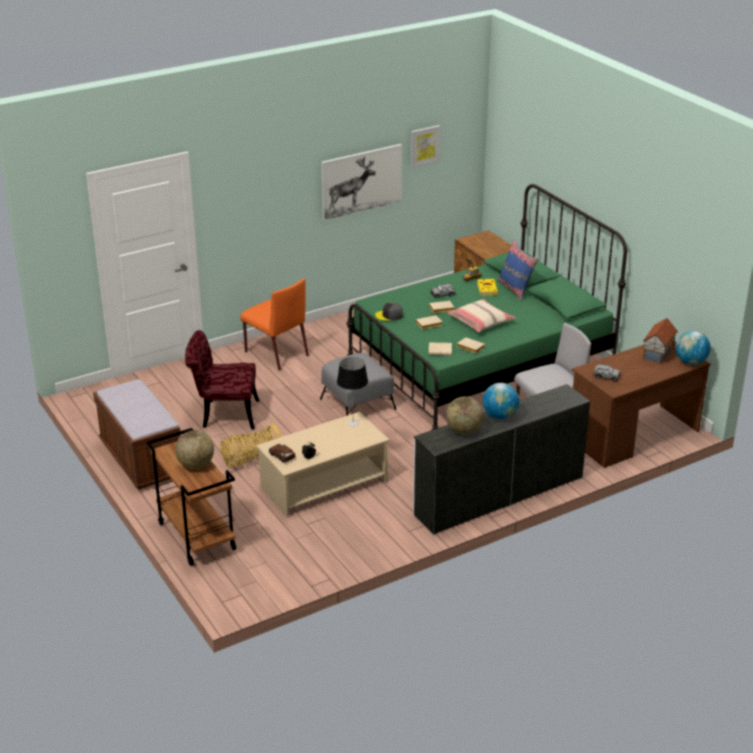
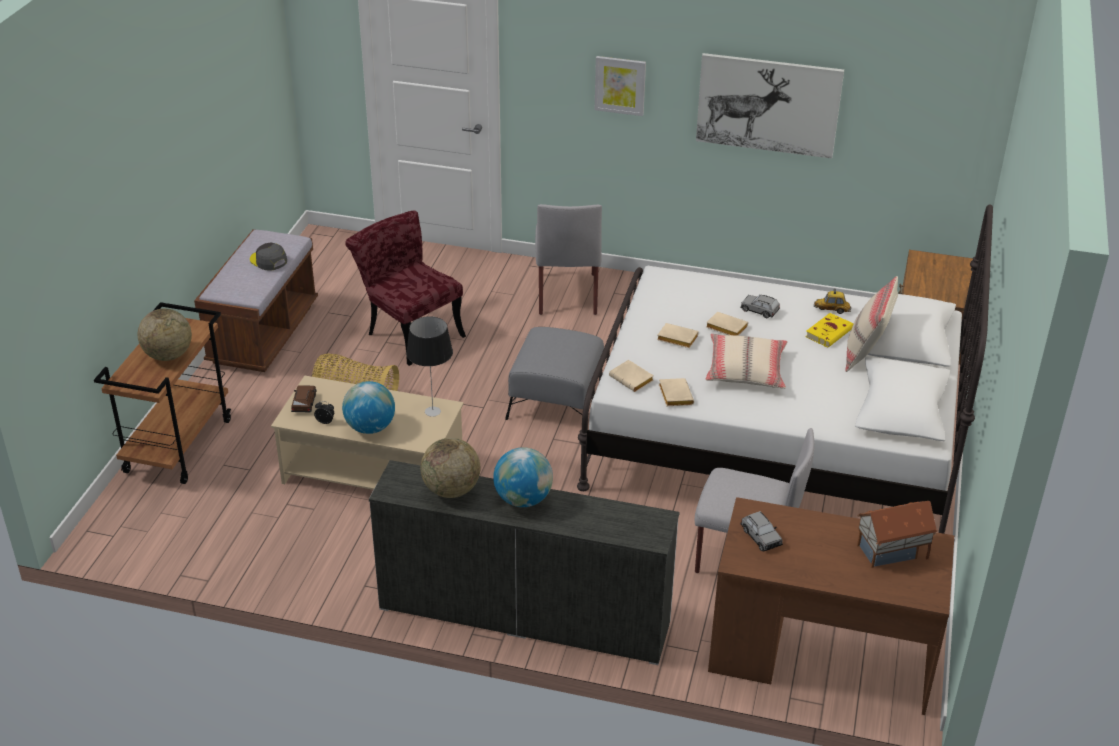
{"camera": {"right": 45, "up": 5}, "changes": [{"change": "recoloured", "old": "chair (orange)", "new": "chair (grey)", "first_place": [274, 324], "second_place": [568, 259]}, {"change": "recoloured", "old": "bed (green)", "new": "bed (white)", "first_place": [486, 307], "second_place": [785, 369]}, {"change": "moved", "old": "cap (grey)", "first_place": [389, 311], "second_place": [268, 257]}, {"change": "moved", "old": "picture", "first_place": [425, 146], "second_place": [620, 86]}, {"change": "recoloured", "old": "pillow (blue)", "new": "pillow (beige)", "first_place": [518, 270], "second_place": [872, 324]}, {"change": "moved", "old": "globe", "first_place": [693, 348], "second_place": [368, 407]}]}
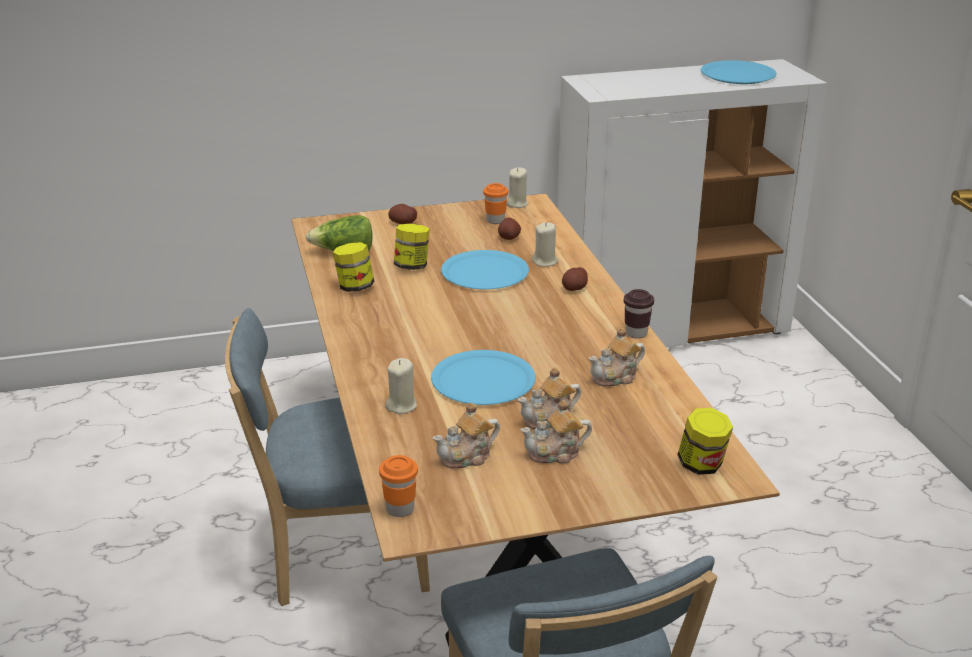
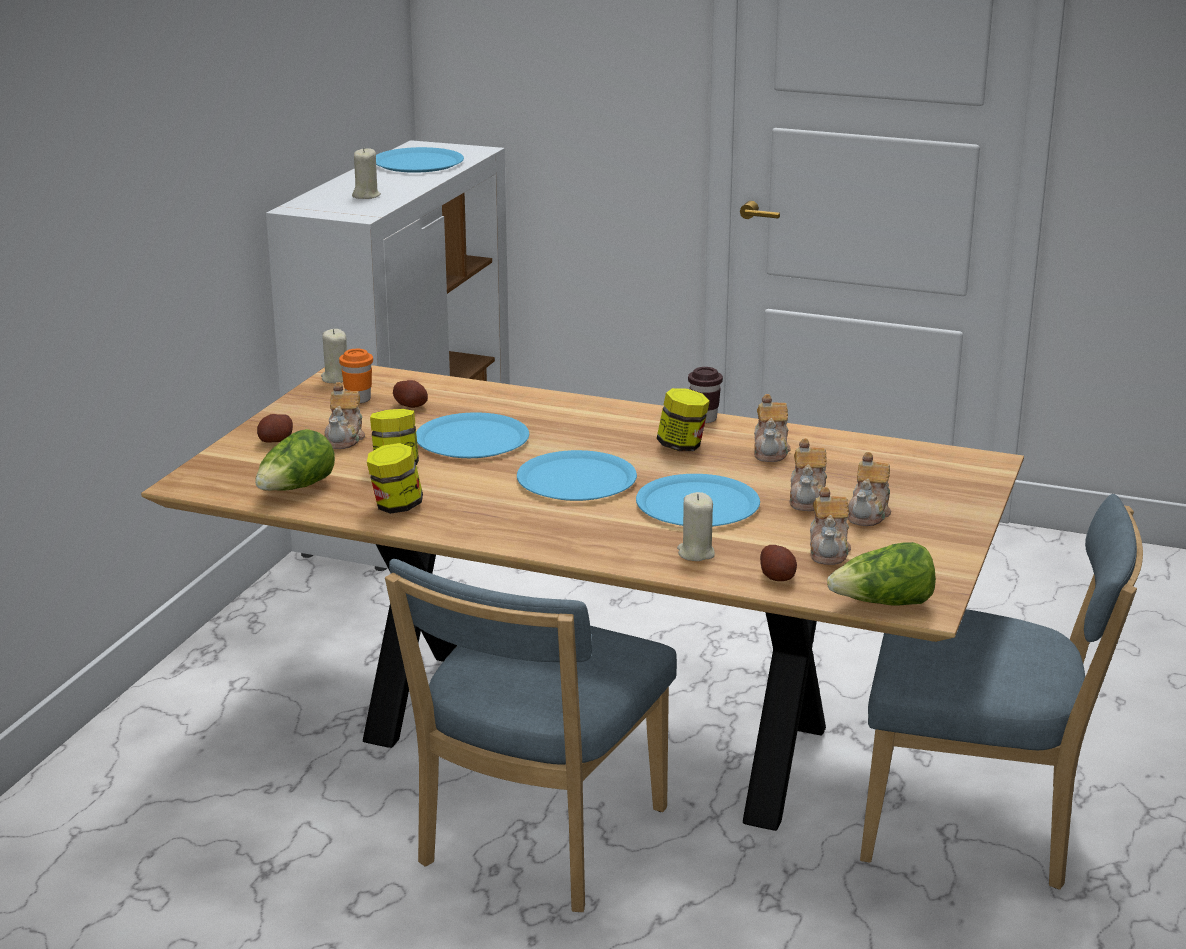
{"camera": {"right": -55, "up": -5}, "changes": [{"change": "replaced", "old": "cup (orange)", "new": "lettuce", "first_place": [398, 486], "second_place": [881, 573]}, {"change": "moved", "old": "candle (beige)", "first_place": [545, 244], "second_place": [366, 173]}, {"change": "moved", "old": "potato", "first_place": [575, 279], "second_place": [778, 563]}, {"change": "moved", "old": "jar", "first_place": [705, 441], "second_place": [683, 419]}, {"change": "added", "new": "teapot", "second_place": [344, 415]}, {"change": "added", "new": "plate (blue)", "second_place": [577, 475]}]}
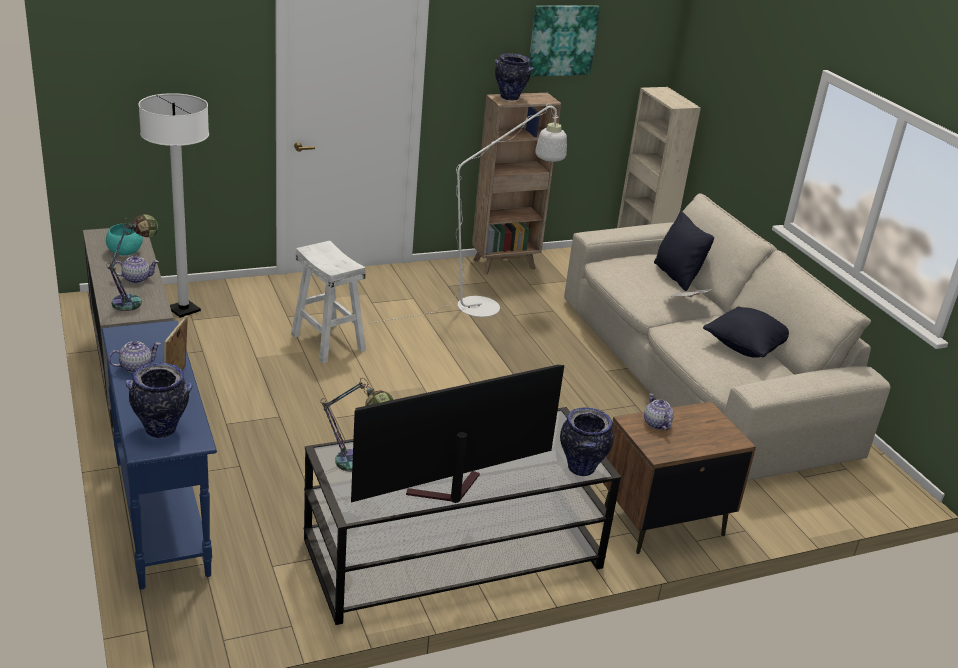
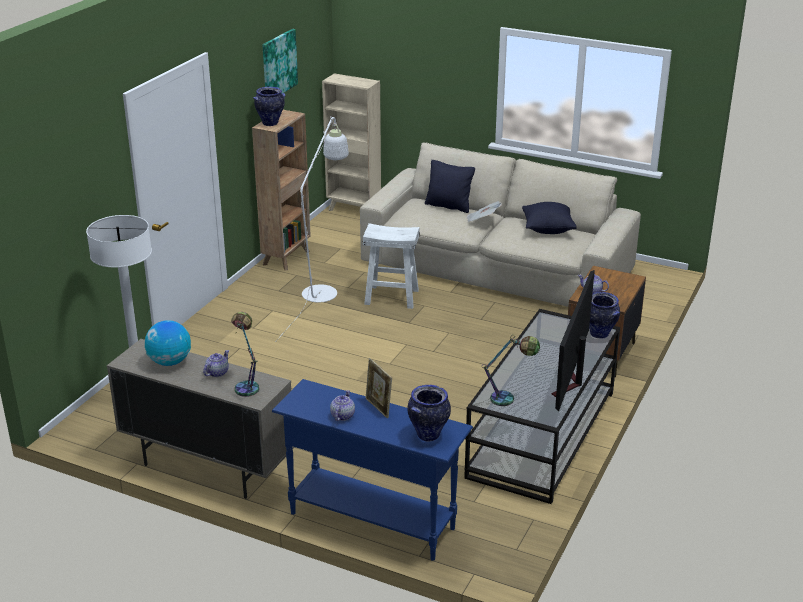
{"camera": {"right": -40, "up": 0}, "changes": [{"change": "replaced", "old": "bowl (turquoise)", "new": "globe", "first_place": [124, 239], "second_place": [168, 343]}, {"change": "moved", "old": "stool (white)", "first_place": [328, 302], "second_place": [391, 266]}]}
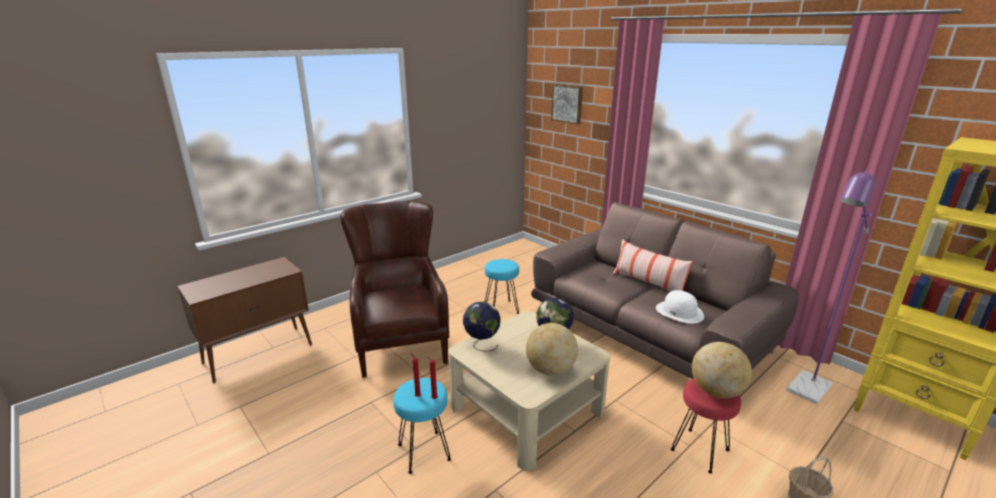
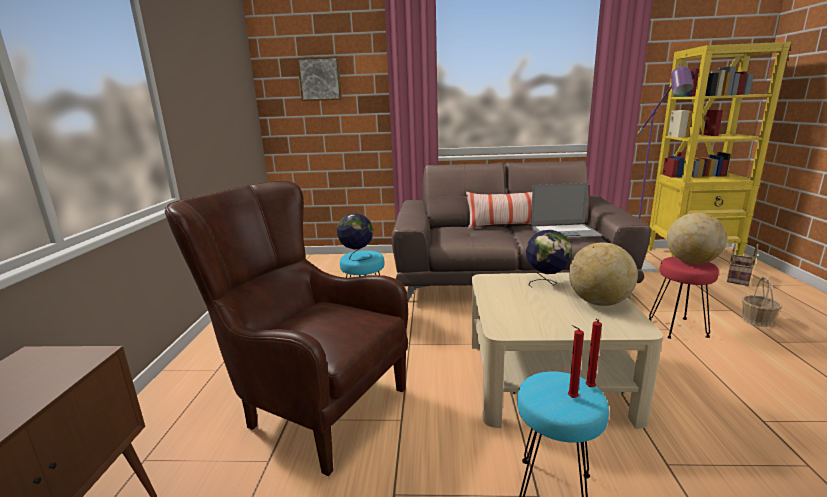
{"camera": {"right": -45, "up": -5}, "changes": [{"change": "moved", "old": "globe", "first_place": [482, 326], "second_place": [355, 237]}, {"change": "replaced", "old": "hat (white)", "new": "laptop", "first_place": [680, 306], "second_place": [566, 210]}, {"change": "added", "new": "basket", "second_place": [743, 263]}]}
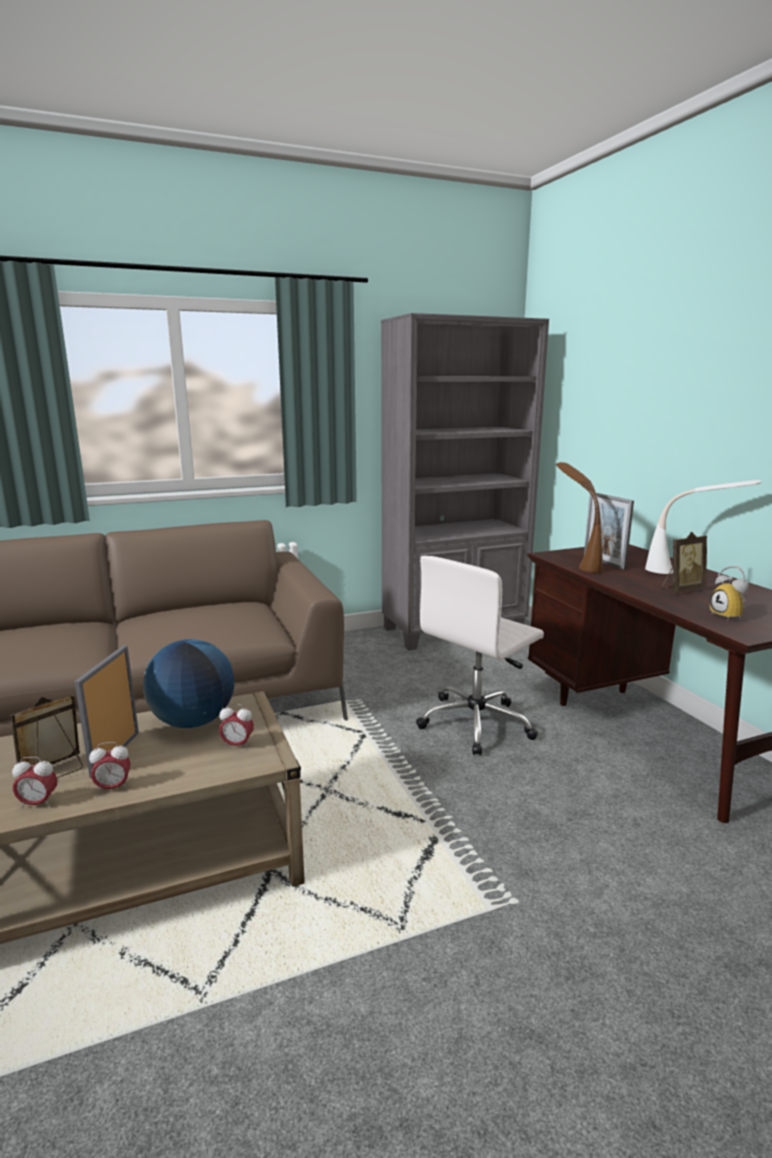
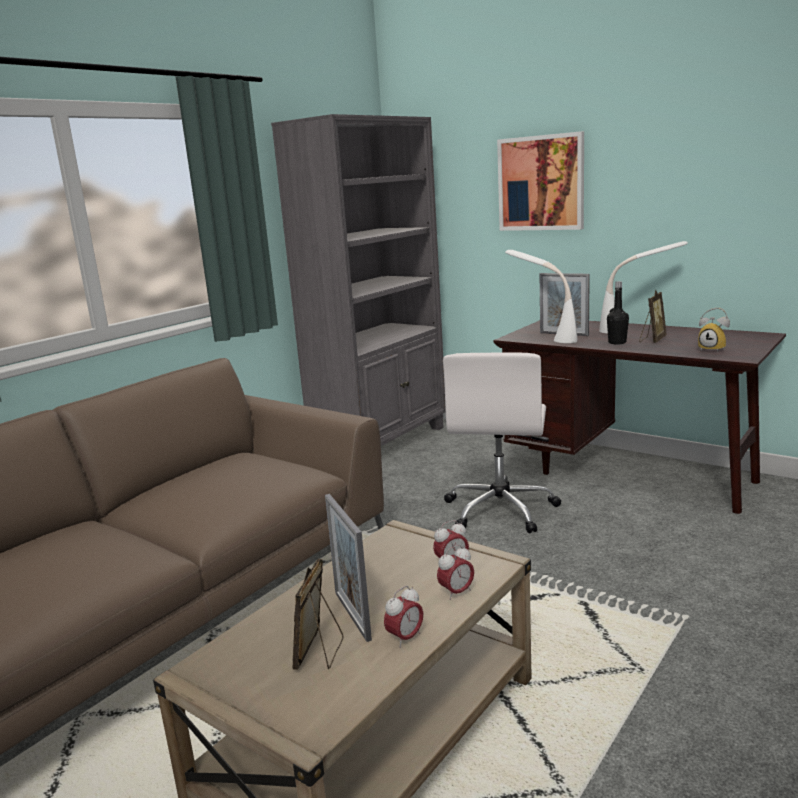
{"camera": {"right": -30, "up": 0}, "changes": [{"change": "moved", "old": "alarm clock", "first_place": [34, 782], "second_place": [455, 572]}, {"change": "removed", "old": "globe", "first_place": [188, 683]}, {"change": "recoloured", "old": "table lamp (brown)", "new": "table lamp (white)", "first_place": [579, 517], "second_place": [541, 296]}, {"change": "added", "new": "picture", "second_place": [540, 181]}, {"change": "added", "new": "bottle (black)", "second_place": [618, 312]}]}
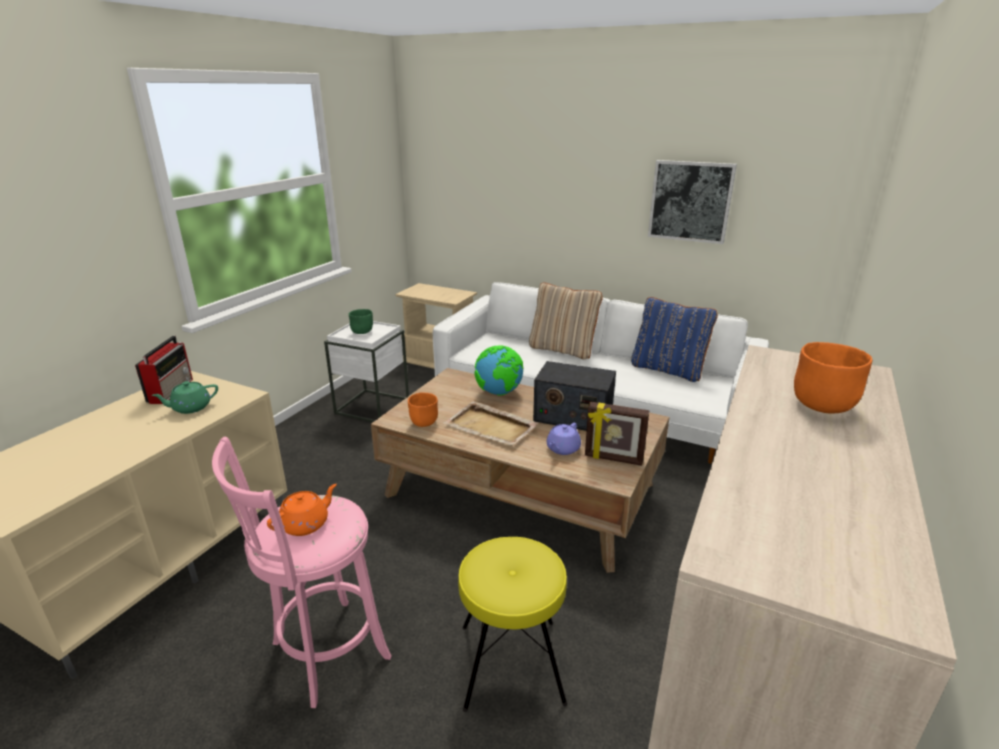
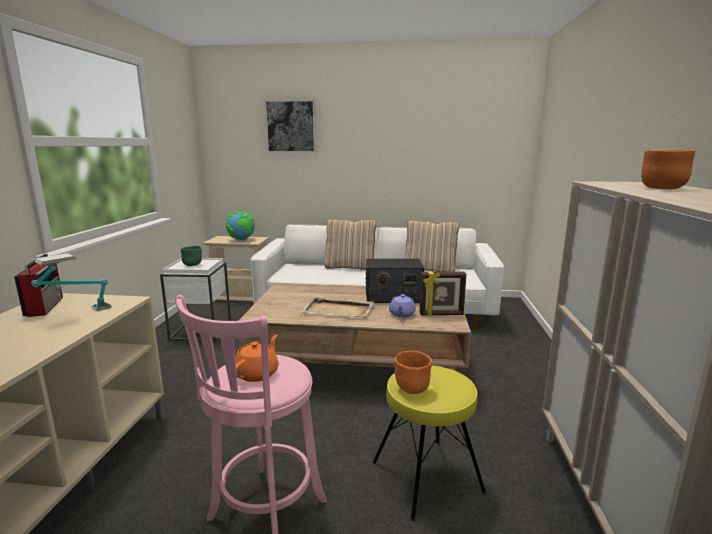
{"camera": {"right": -20, "up": -10}, "changes": [{"change": "replaced", "old": "teapot (green)", "new": "table lamp", "first_place": [184, 397], "second_place": [71, 282]}, {"change": "moved", "old": "bowl (orange)", "first_place": [423, 410], "second_place": [413, 372]}, {"change": "moved", "old": "globe", "first_place": [499, 370], "second_place": [240, 225]}, {"change": "recoloured", "old": "pillow (blue)", "new": "pillow (beige)", "first_place": [674, 339], "second_place": [432, 246]}, {"change": "moved", "old": "picture", "first_place": [692, 202], "second_place": [290, 126]}]}
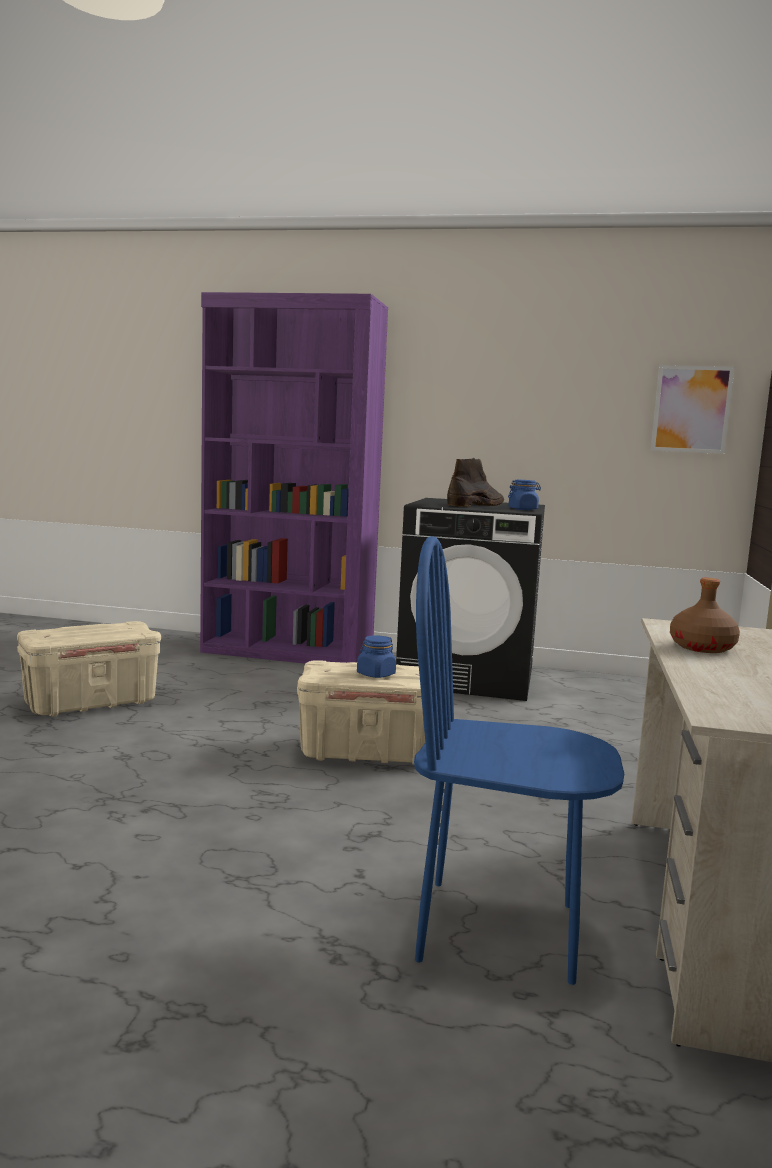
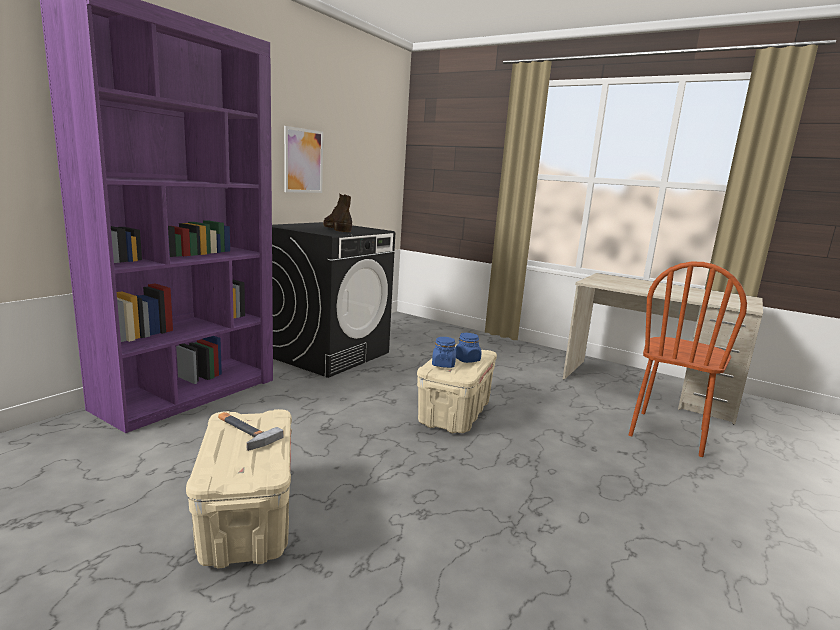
{"camera": {"right": -70, "up": 5}, "changes": [{"change": "recoloured", "old": "chair (blue)", "new": "chair (brown)", "first_place": [519, 760], "second_place": [688, 359]}, {"change": "moved", "old": "jar (blue)", "first_place": [524, 495], "second_place": [444, 352]}, {"change": "moved", "old": "picture", "first_place": [693, 409], "second_place": [303, 159]}, {"change": "removed", "old": "bottle (brown)", "first_place": [705, 615]}, {"change": "added", "new": "hammer", "second_place": [250, 431]}]}
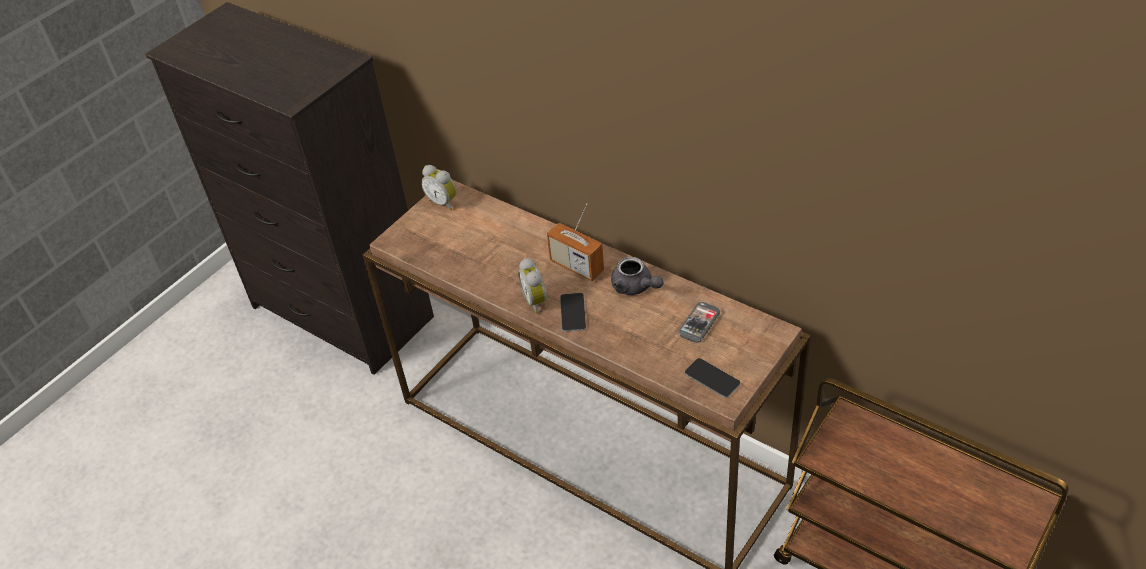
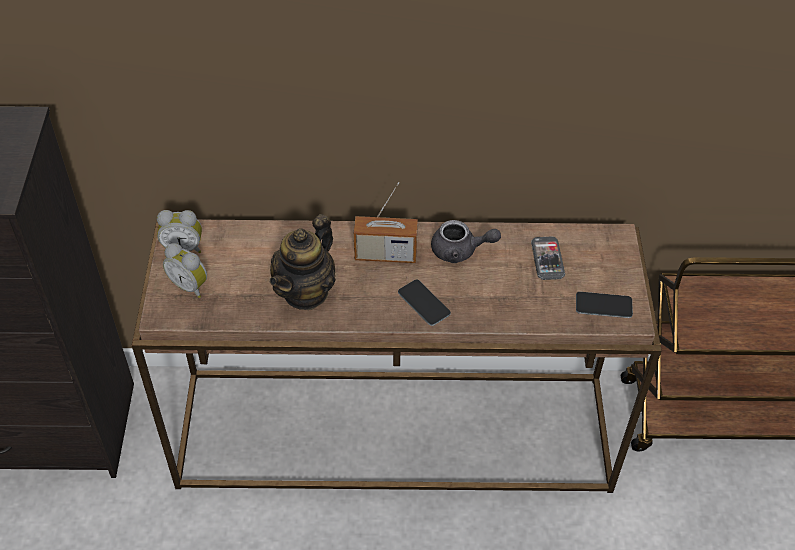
{"camera": {"right": -40, "up": 5}, "changes": [{"change": "moved", "old": "alarm clock", "first_place": [532, 285], "second_place": [185, 270]}, {"change": "added", "new": "teapot", "second_place": [303, 262]}]}
